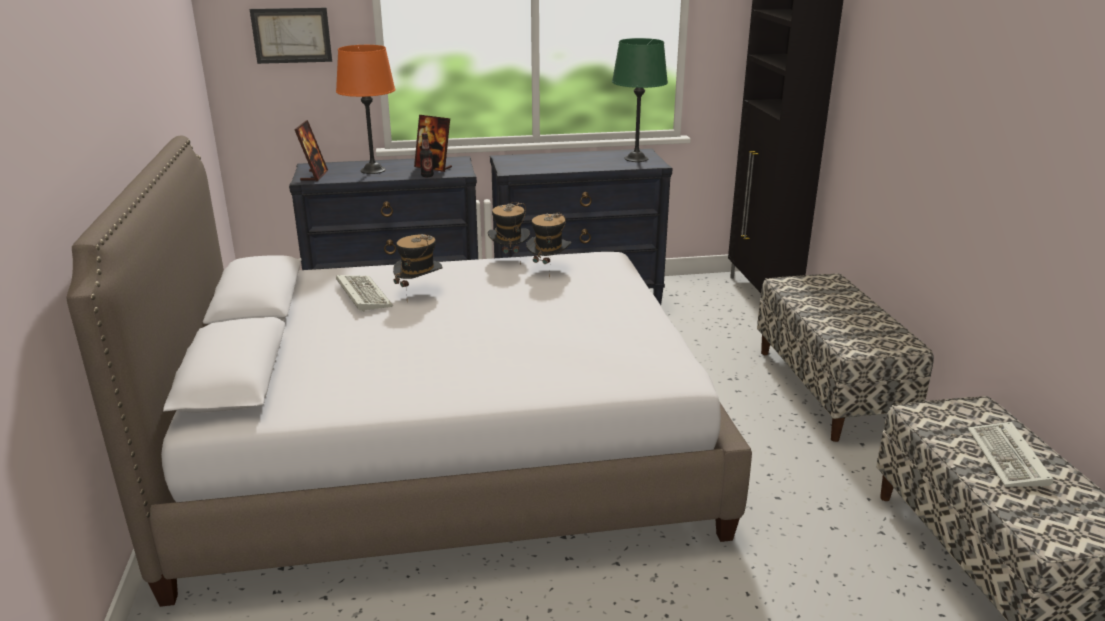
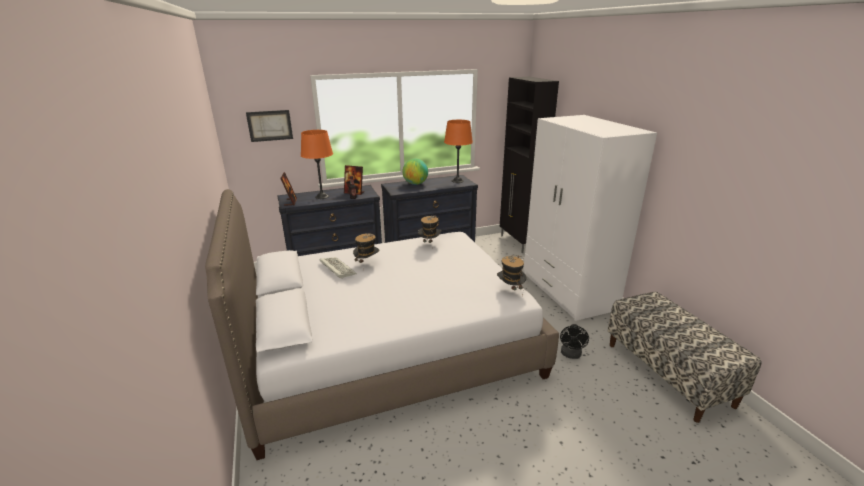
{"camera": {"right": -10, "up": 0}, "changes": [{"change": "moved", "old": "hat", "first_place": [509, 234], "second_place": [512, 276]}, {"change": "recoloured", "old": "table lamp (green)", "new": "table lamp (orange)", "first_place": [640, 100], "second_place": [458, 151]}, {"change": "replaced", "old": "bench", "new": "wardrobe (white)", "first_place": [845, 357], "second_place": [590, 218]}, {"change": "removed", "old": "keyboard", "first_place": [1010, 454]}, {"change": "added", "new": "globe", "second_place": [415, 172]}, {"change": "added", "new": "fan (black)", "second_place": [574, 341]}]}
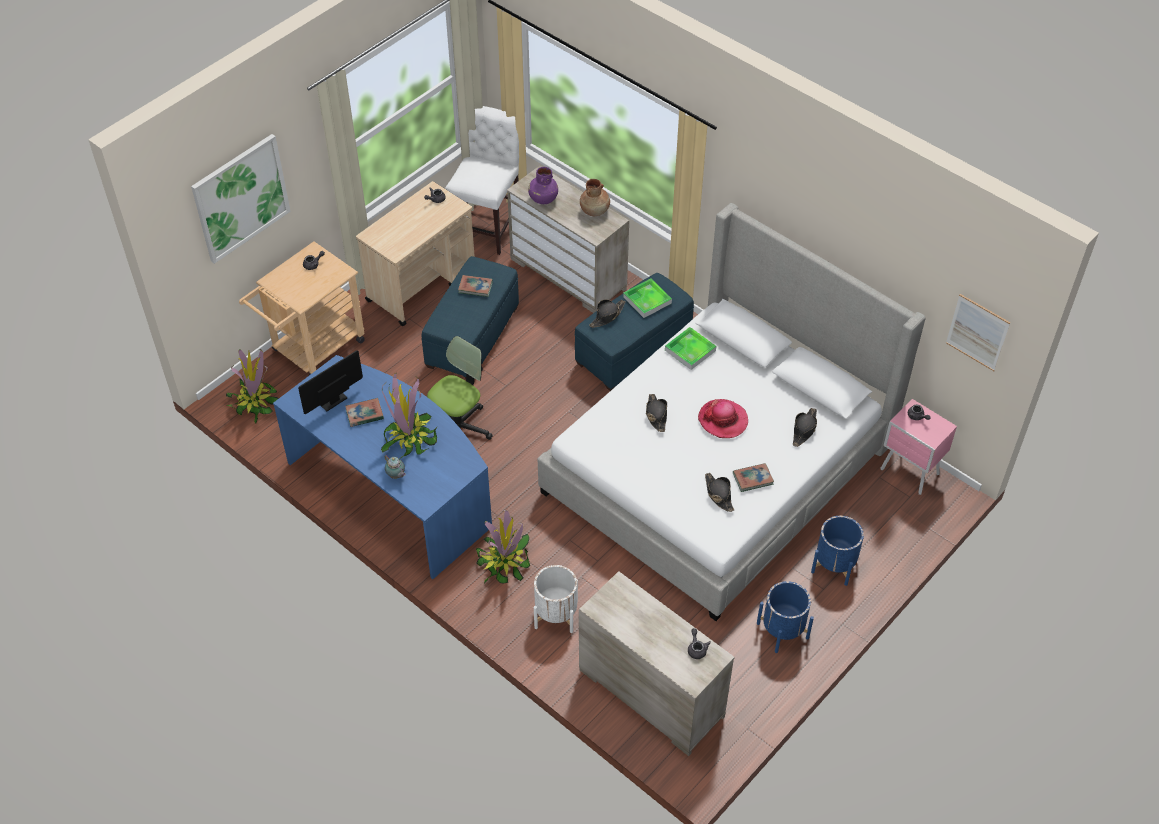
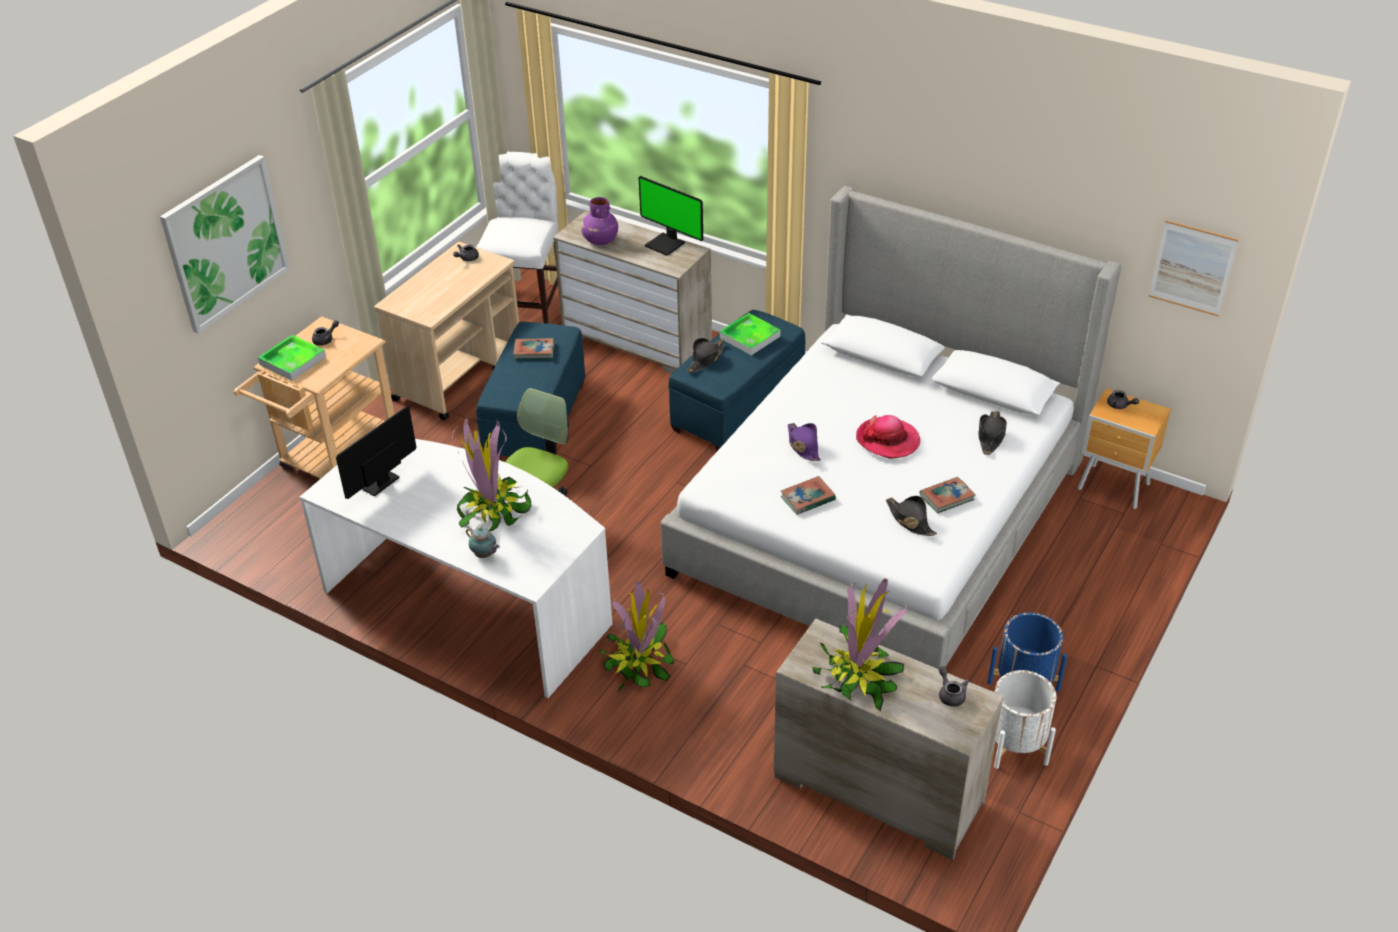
{"camera": {"right": -10, "up": -10}, "changes": [{"change": "moved", "old": "potted plant", "first_place": [252, 386], "second_place": [860, 645]}, {"change": "recoloured", "old": "desk (blue)", "new": "desk (white)", "first_place": [382, 467], "second_place": [456, 568]}, {"change": "moved", "old": "book", "first_place": [364, 412], "second_place": [808, 495]}, {"change": "moved", "old": "planter (white)", "first_place": [556, 599], "second_place": [1024, 719]}, {"change": "replaced", "old": "vase (brown)", "new": "monitor", "first_place": [595, 197], "second_place": [671, 216]}, {"change": "recoloured", "old": "hat (black)", "new": "hat (purple)", "first_place": [656, 413], "second_place": [804, 442]}, {"change": "moved", "old": "tray", "first_place": [690, 348], "second_place": [292, 357]}, {"change": "removed", "old": "planter (blue)", "first_place": [837, 551]}, {"change": "recoloured", "old": "nightstand (pink)", "new": "nightstand (brown)", "first_place": [919, 447], "second_place": [1124, 448]}]}
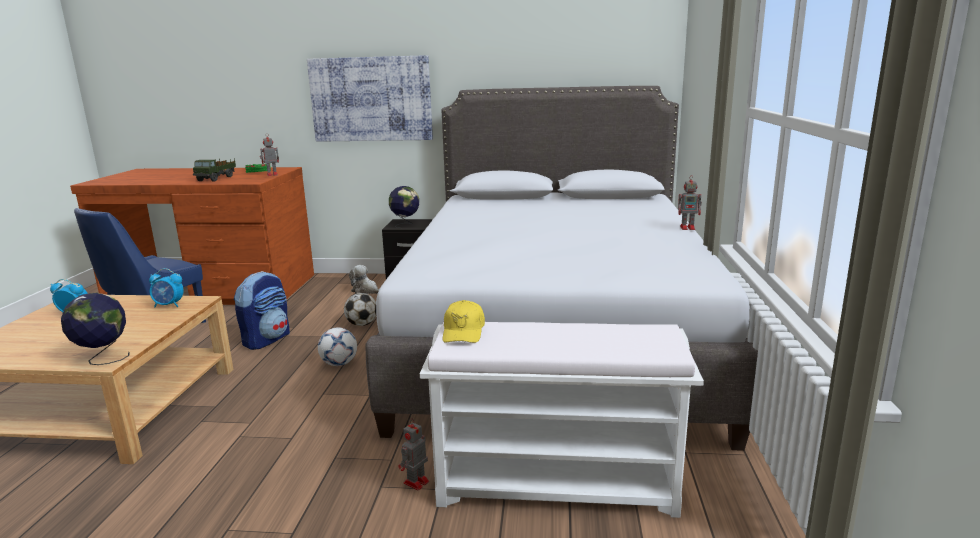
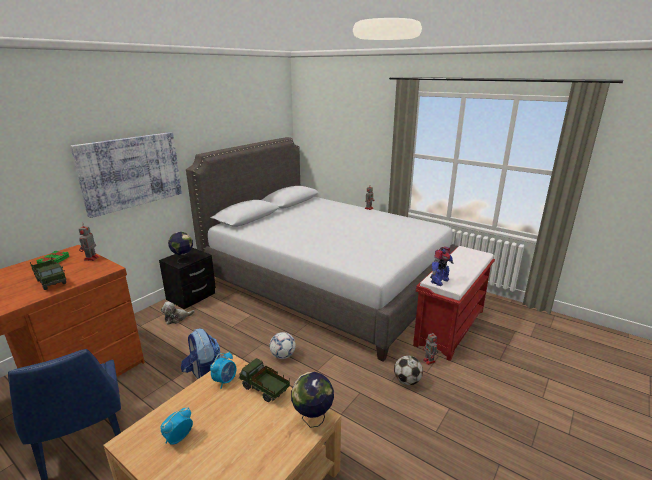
{"camera": {"right": -60, "up": 5}, "changes": [{"change": "moved", "old": "football", "first_place": [360, 309], "second_place": [408, 370]}, {"change": "recoloured", "old": "bench (white)", "new": "bench (red)", "first_place": [562, 420], "second_place": [454, 303]}, {"change": "replaced", "old": "cap (yellow)", "new": "toy robot", "first_place": [463, 321], "second_place": [441, 266]}, {"change": "added", "new": "toy truck", "second_place": [264, 380]}]}
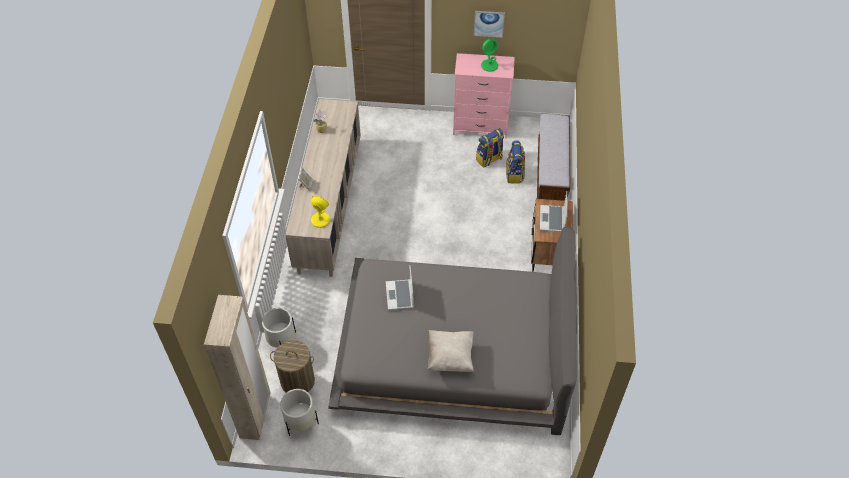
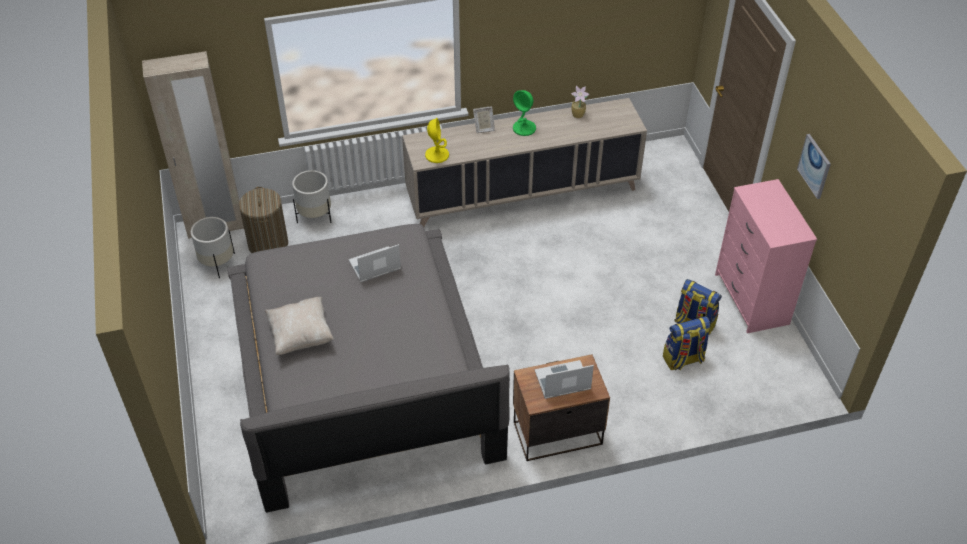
{"camera": {"right": 70, "up": -5}, "changes": [{"change": "moved", "old": "table lamp (green)", "first_place": [489, 55], "second_place": [524, 113]}, {"change": "removed", "old": "bench", "first_place": [553, 157]}]}
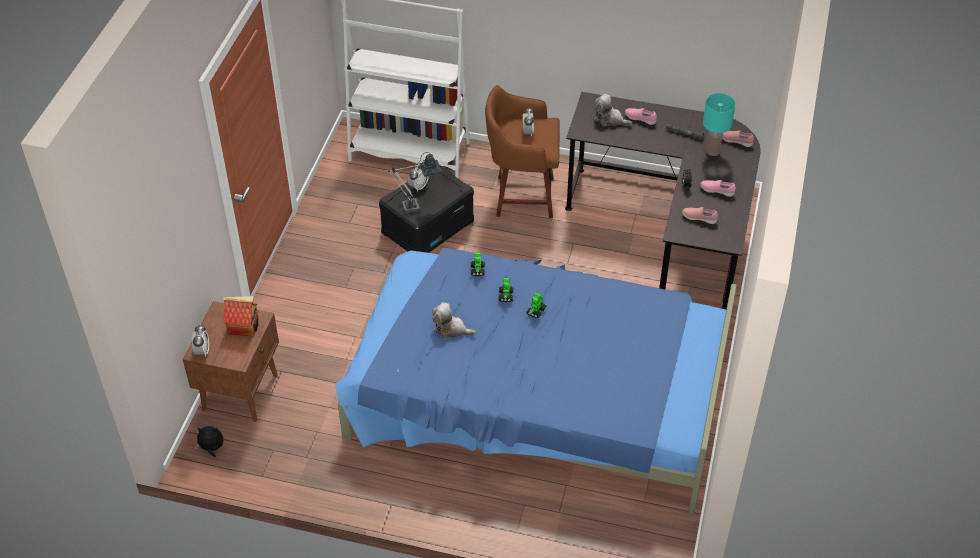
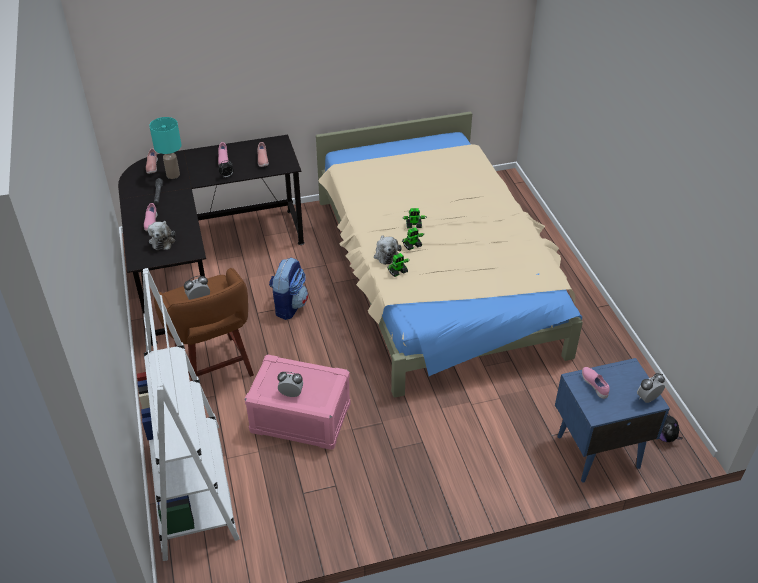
{"camera": {"right": -120, "up": -5}, "changes": [{"change": "recoloured", "old": "nightstand (brown)", "new": "nightstand (blue)", "first_place": [231, 361], "second_place": [612, 420]}, {"change": "replaced", "old": "toy house", "new": "shoe (pink)", "first_place": [240, 316], "second_place": [596, 383]}, {"change": "recoloured", "old": "bed (blue)", "new": "bed (beige)", "first_place": [536, 381], "second_place": [449, 254]}, {"change": "recoloured", "old": "storage box (black)", "new": "storage box (pink)", "first_place": [426, 209], "second_place": [297, 402]}, {"change": "removed", "old": "table lamp", "first_place": [415, 183]}, {"change": "moved", "old": "plush toy", "first_place": [454, 320], "second_place": [387, 250]}, {"change": "added", "new": "backpack", "second_place": [288, 289]}]}
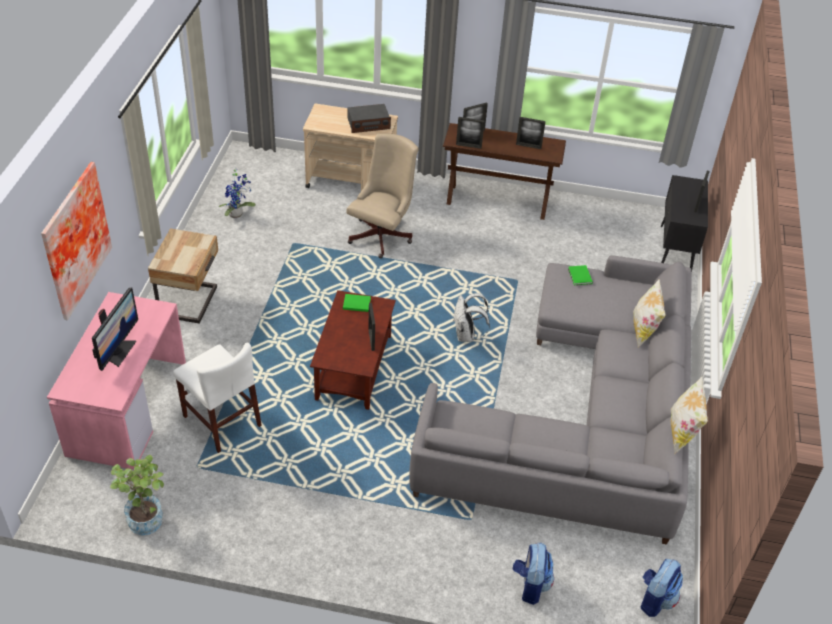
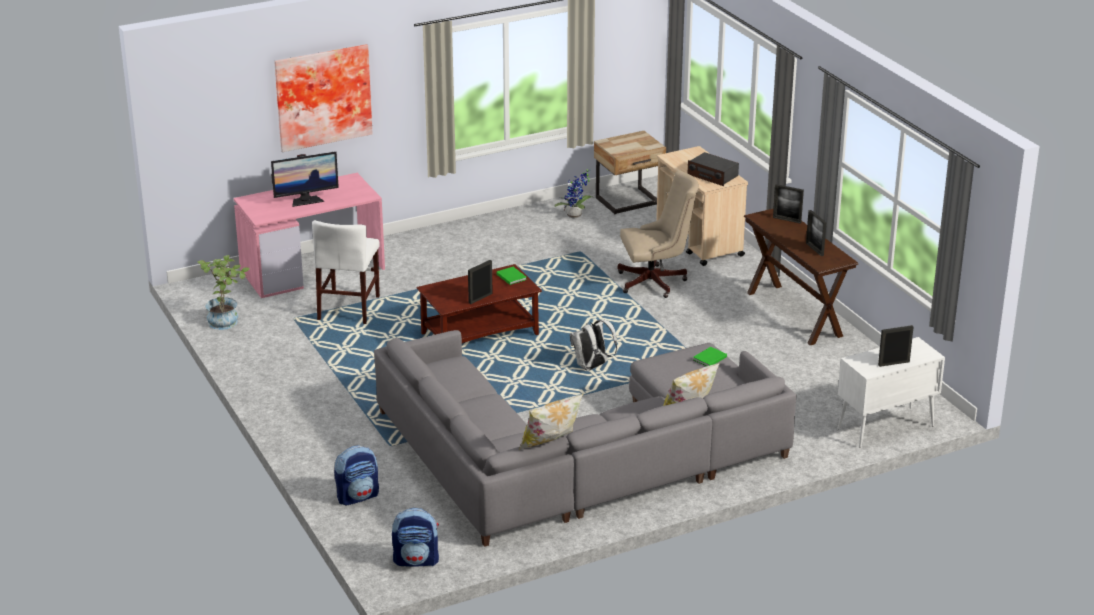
{"camera": {"right": 55, "up": -15}, "changes": [{"change": "moved", "old": "nightstand (beige)", "first_place": [183, 276], "second_place": [630, 173]}, {"change": "removed", "old": "picture frame", "first_place": [470, 133]}, {"change": "recoloured", "old": "cabinet (black)", "new": "cabinet (white)", "first_place": [684, 223], "second_place": [891, 392]}]}
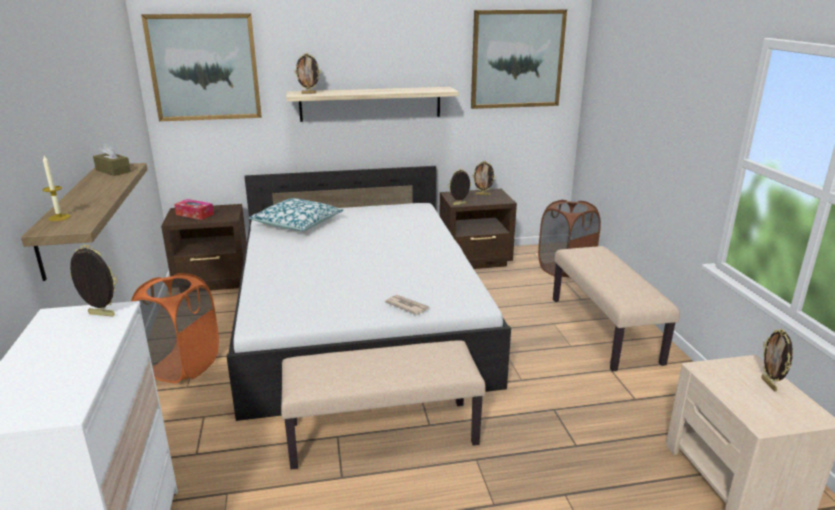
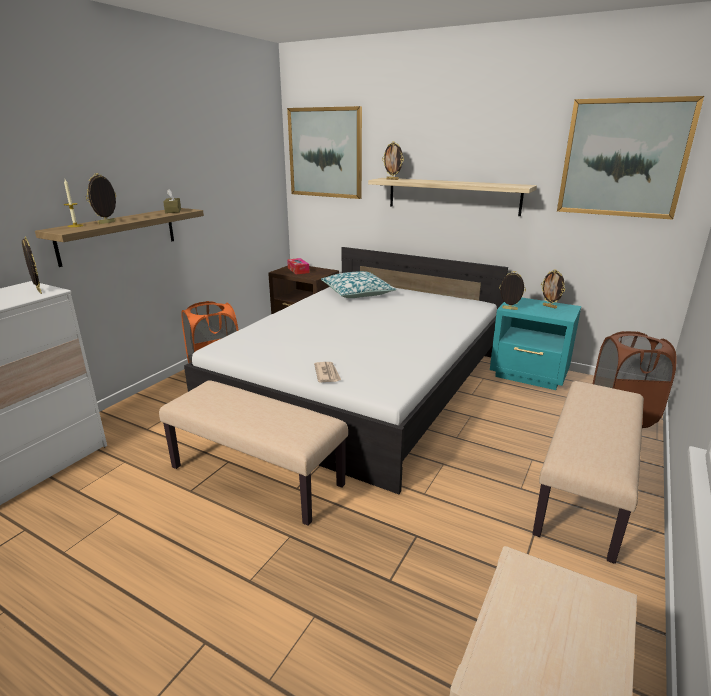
{"camera": {"right": 40, "up": 0}, "changes": [{"change": "recoloured", "old": "nightstand (brown)", "new": "nightstand (turquoise)", "first_place": [478, 229], "second_place": [535, 344]}, {"change": "moved", "old": "picture frame", "first_place": [777, 360], "second_place": [101, 198]}]}
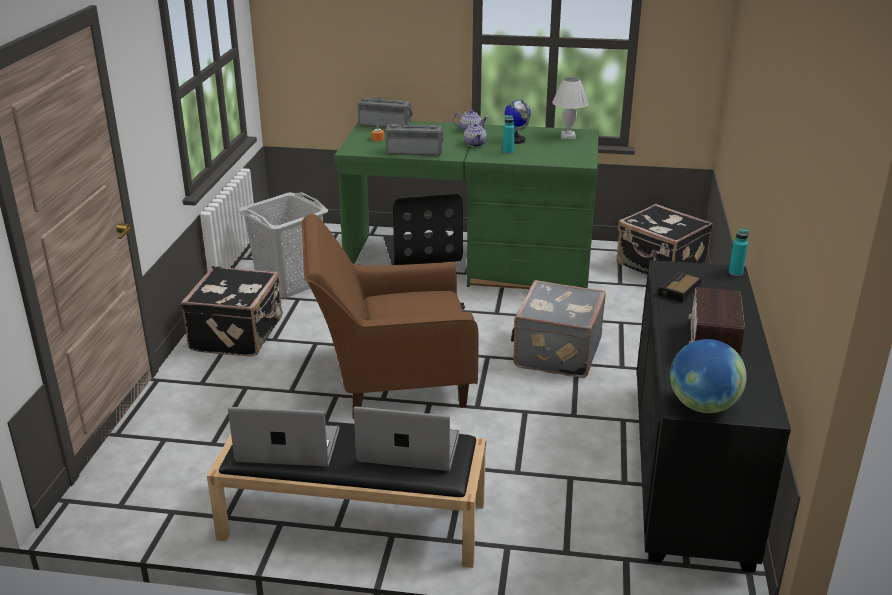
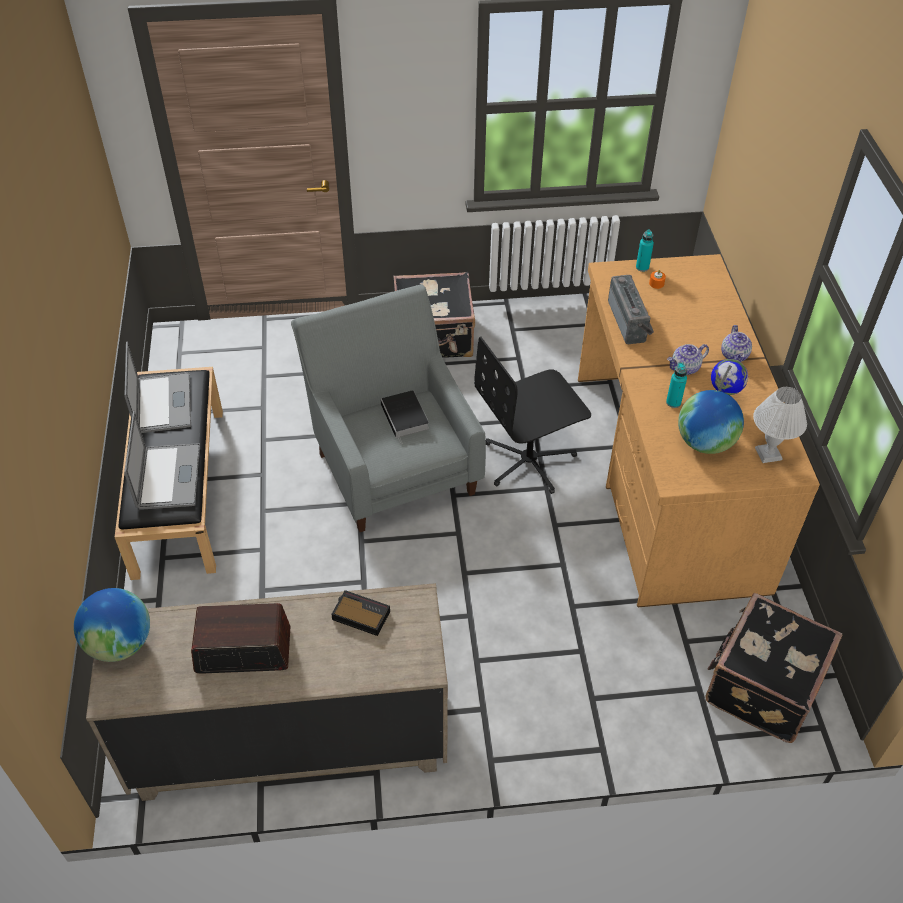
{"camera": {"right": 75, "up": 20}, "changes": [{"change": "removed", "old": "laundry basket (grey)", "first_place": [283, 245]}, {"change": "recoloured", "old": "armchair (brown)", "new": "armchair (grey)", "first_place": [390, 316], "second_place": [388, 408]}, {"change": "recoloured", "old": "desk (green)", "new": "desk (brown)", "first_place": [466, 205], "second_place": [699, 430]}, {"change": "removed", "old": "radio", "first_place": [385, 112]}, {"change": "removed", "old": "suitcase (grey)", "first_place": [558, 329]}, {"change": "recoloured", "old": "dresser (black)", "new": "dresser (beige)", "first_place": [714, 416], "second_place": [267, 692]}, {"change": "moved", "old": "bottle (turquoise)", "first_place": [739, 252], "second_place": [645, 251]}, {"change": "added", "new": "book", "second_place": [405, 417]}, {"change": "added", "new": "globe", "second_place": [711, 422]}]}
